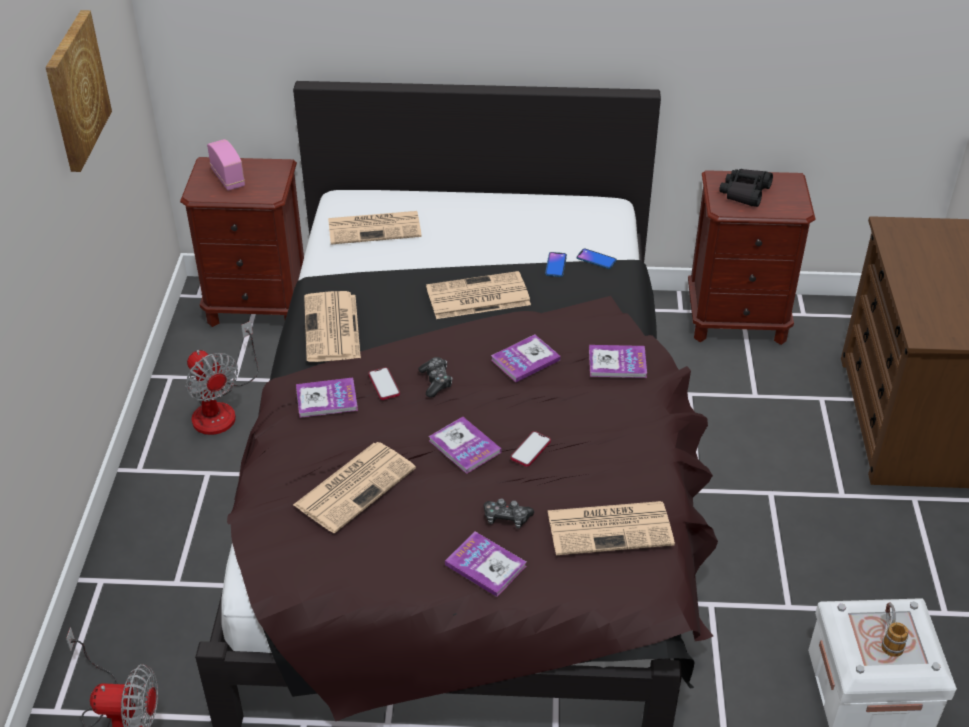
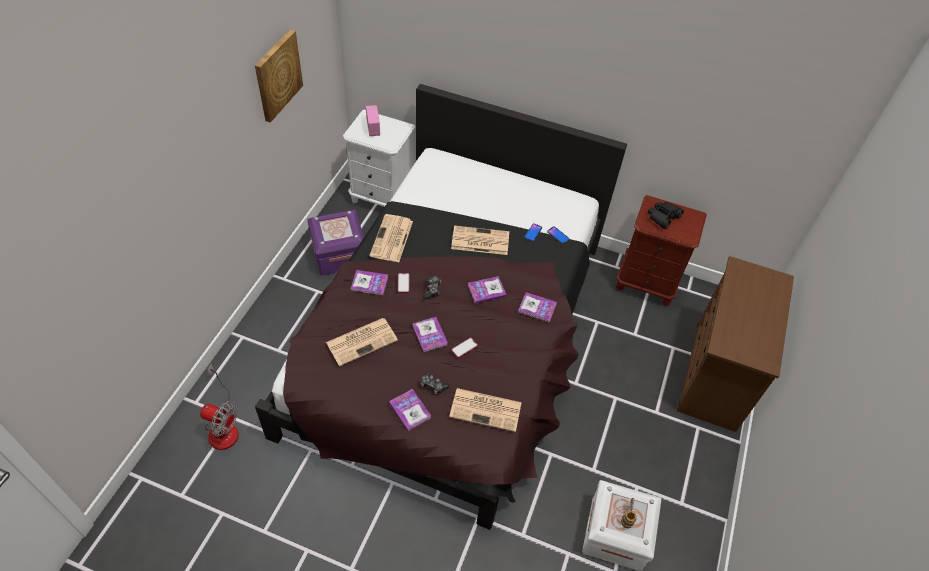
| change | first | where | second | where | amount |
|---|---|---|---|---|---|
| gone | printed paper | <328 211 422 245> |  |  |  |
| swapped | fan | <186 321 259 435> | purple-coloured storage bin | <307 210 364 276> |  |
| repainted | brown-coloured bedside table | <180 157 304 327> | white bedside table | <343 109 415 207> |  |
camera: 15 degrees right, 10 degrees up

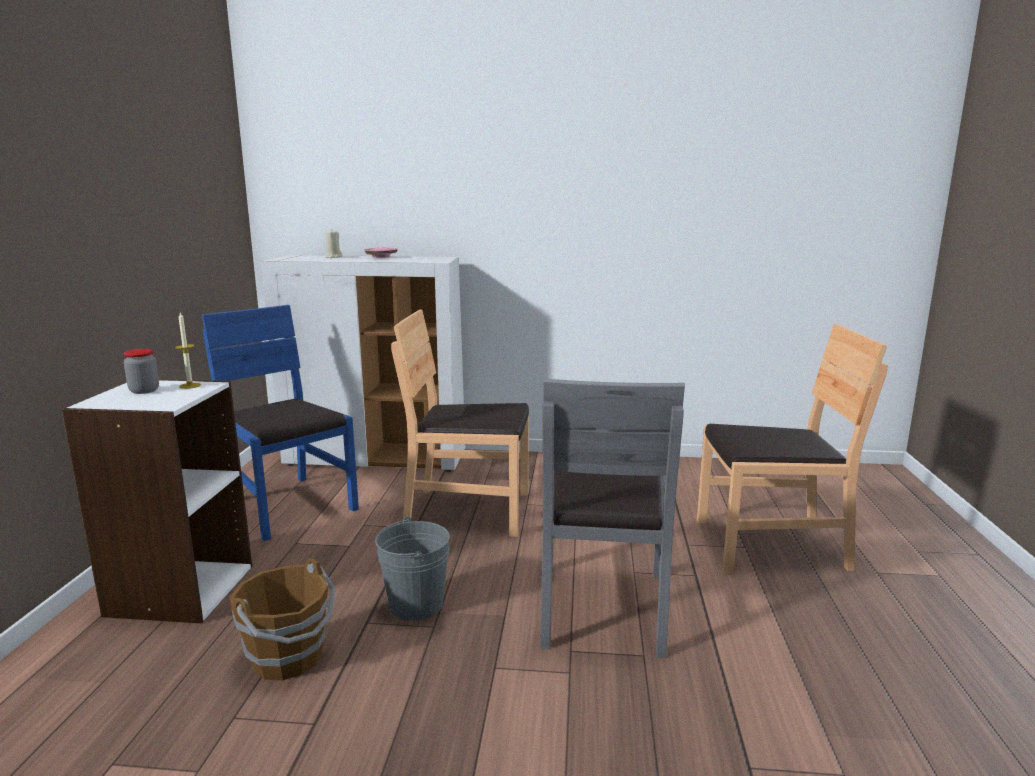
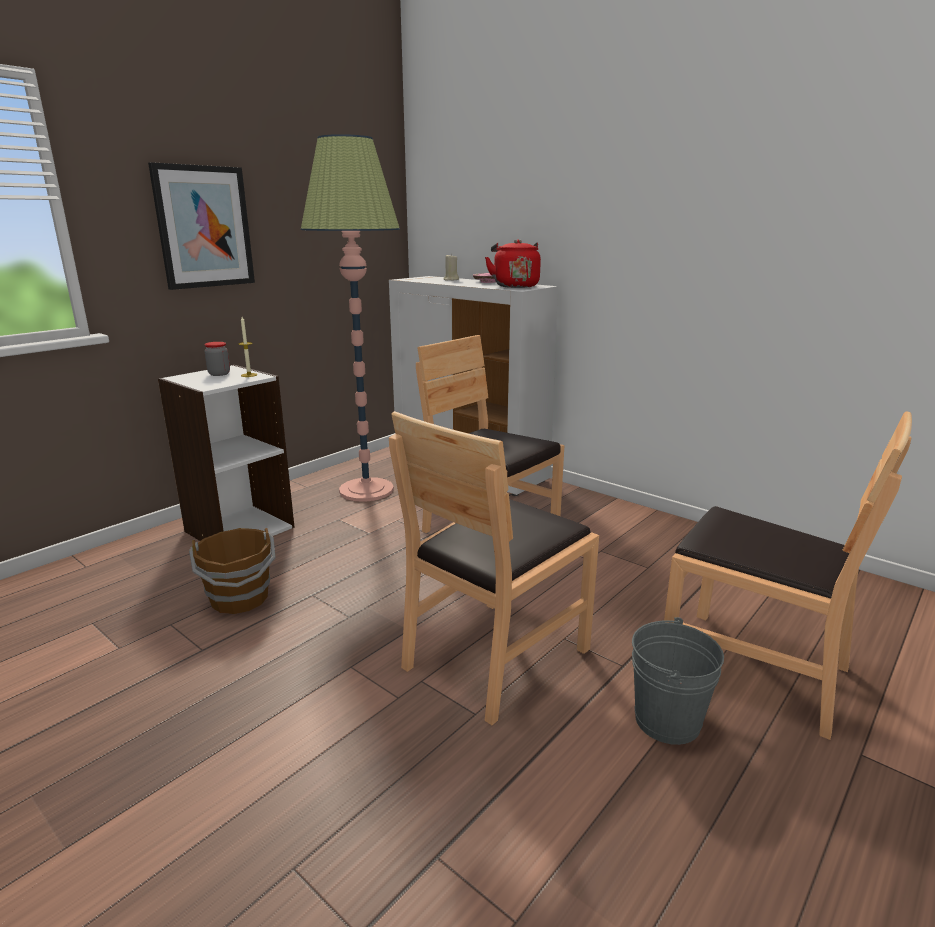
| change | first | where | second | where | amount |
|---|---|---|---|---|---|
| new |  |  | wall art | <148 162 255 290> |  |
| new |  |  | reddish water kettle | <485 239 541 288> |  |
| shifted | greyish bucket | <375 516 450 621> |  | <632 617 724 745> |  |
| swapped | bluish plain chair | <202 305 359 541> | standard lamp | <301 134 400 502> |  |
| repainted | greyish plain chair | <540 379 685 658> | brown-coloured plain chair | <389 411 599 725> |  |
camera: 35 degrees right, 5 degrees up

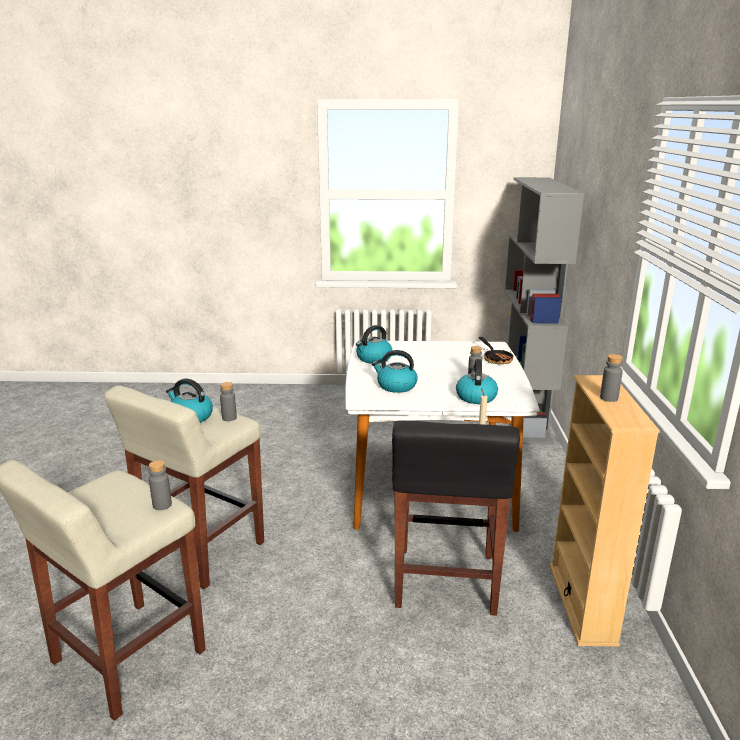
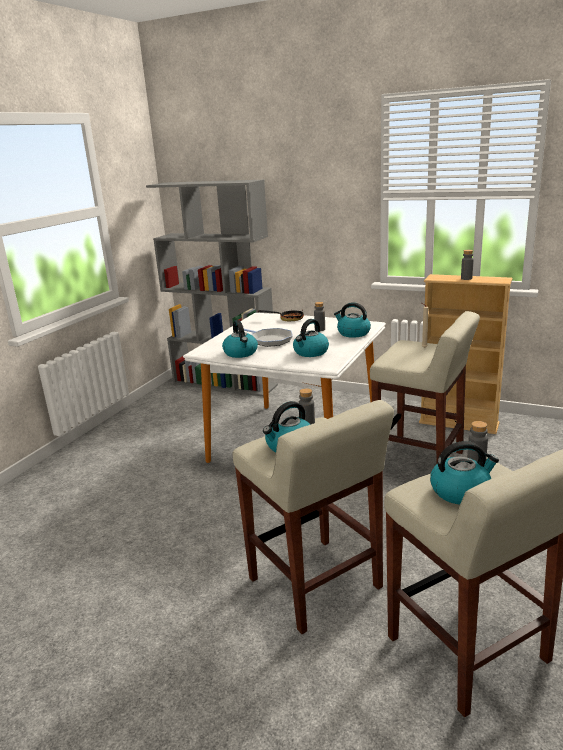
| change | first | where | second | where | amount |
|---|---|---|---|---|---|
| new |  |  | pan | <244 328 293 347> |  |
| new |  |  | water kettle | <430 441 499 505> |  |
| repainted | black-coloured sitting stool | <392 420 520 616> | beige-coloured sitting stool | <370 311 480 464> |  |
camera: 65 degrees left, 0 degrees up

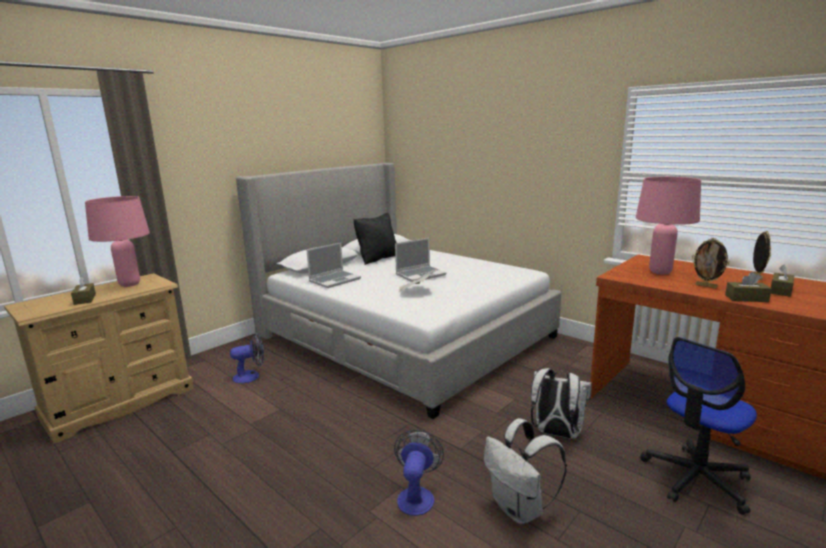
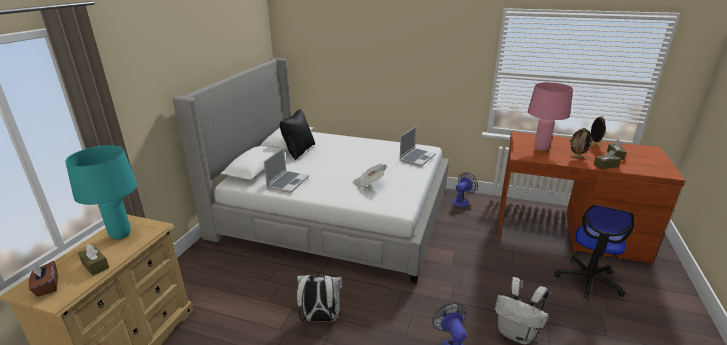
| change | first | where | second | where | amount |
|---|---|---|---|---|---|
| new |  |  | brown-coloured tissue box | <29 261 58 297> |  |
| shifted | fan | <230 333 264 383> |  | <452 172 478 207> |  |
| shifted | laptop | <395 238 447 282> |  | <399 127 436 167> |  |
| shifted | white rucksack | <531 368 592 439> |  | <297 273 343 322> |  |
| repainted | pinkish table lamp | <85 196 150 287> | blue-green table lamp | <65 145 137 239> |  |
camera: 25 degrees left, 10 degrees up

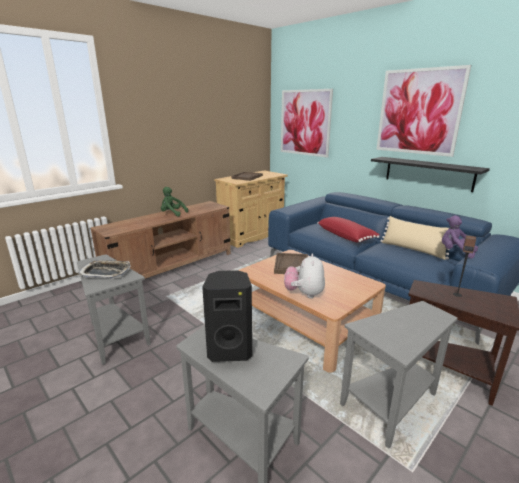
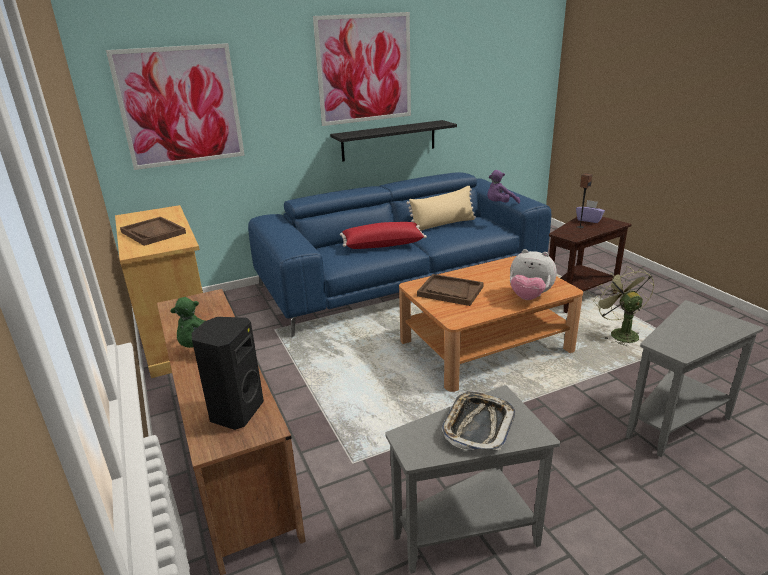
| change | first | where | second | where | amount |
|---|---|---|---|---|---|
| new |  |  | purple-coloured tissue box | <576 200 605 223> |  |
| shifted | black-coloured speaker | <202 270 252 362> |  | <192 317 264 430> |  |
| swapped | greyish side table | <340 301 457 449> | greenish fan | <593 266 655 346> |  |
camera: 70 degrees left, 5 degrees up

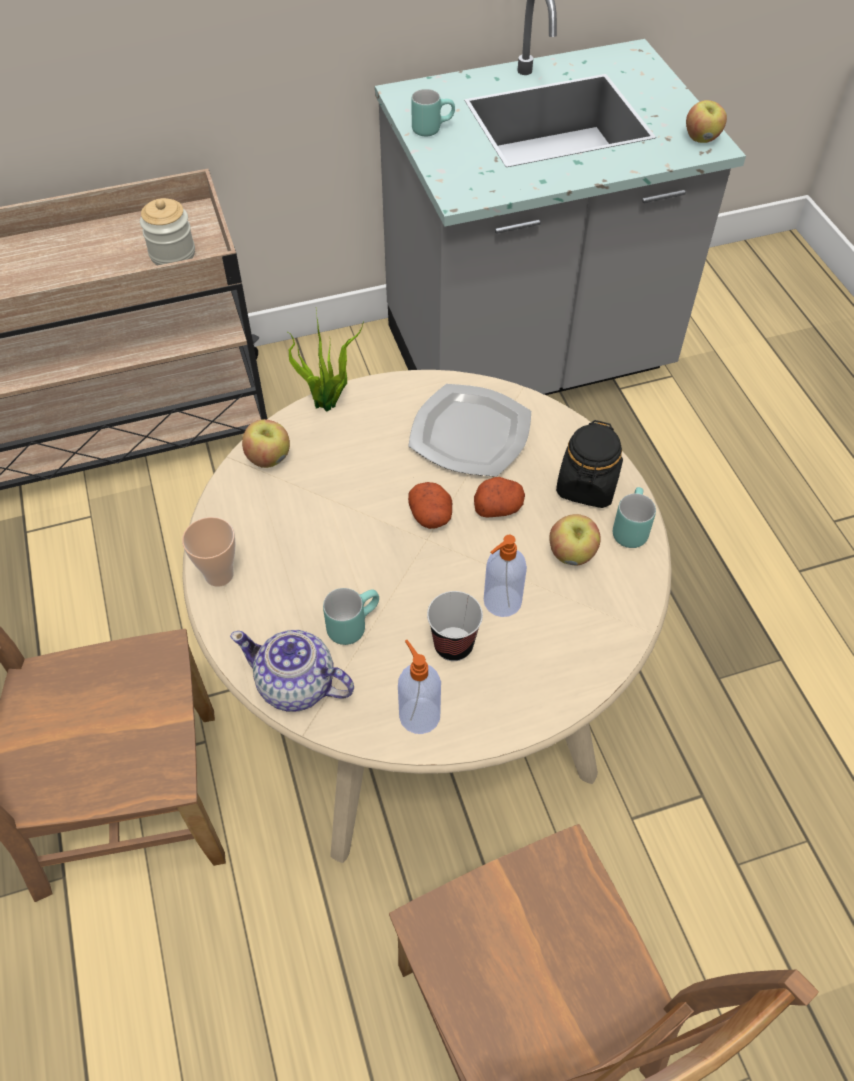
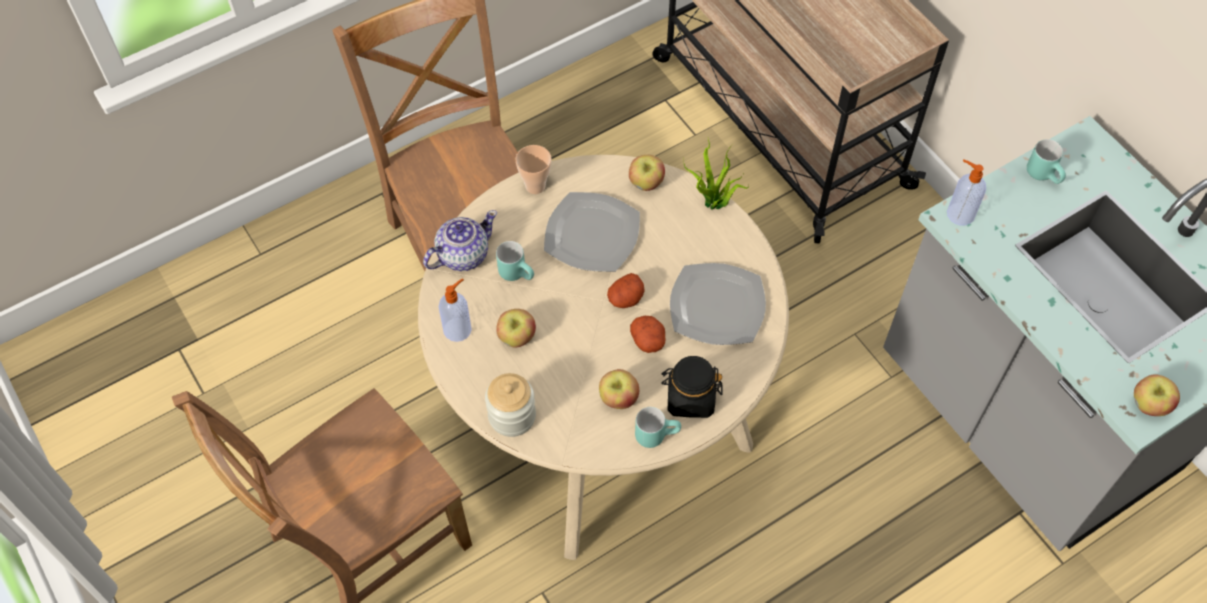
| change | first | where | second | where | amount |
|---|---|---|---|---|---|
| new |  |  | plate | <544 192 640 272> |  |
| shifted | storage jar | <140 198 195 265> |  | <485 373 536 437> |  |
| shifted | liquid soap bottle | <484 535 527 617> |  | <947 160 986 226> |  |
| swapped | cup | <427 591 483 661> | whole apple | <496 309 536 348> |  |
| rotated | tea pot | <230 630 354 712> |  | <423 210 497 271> | 45 degrees clockwise |
camera: 75 degrees right, 5 degrees up

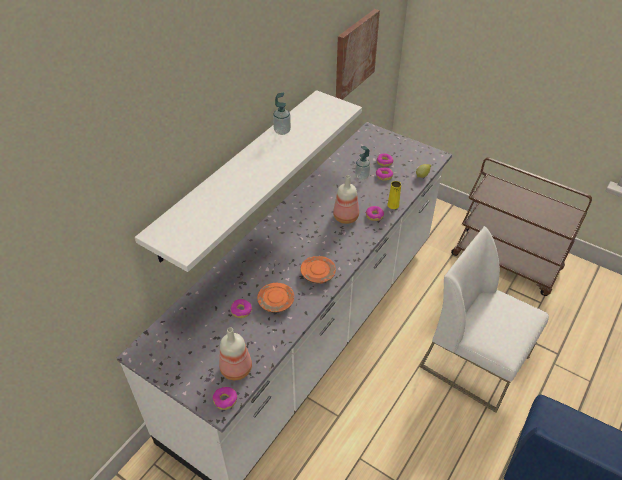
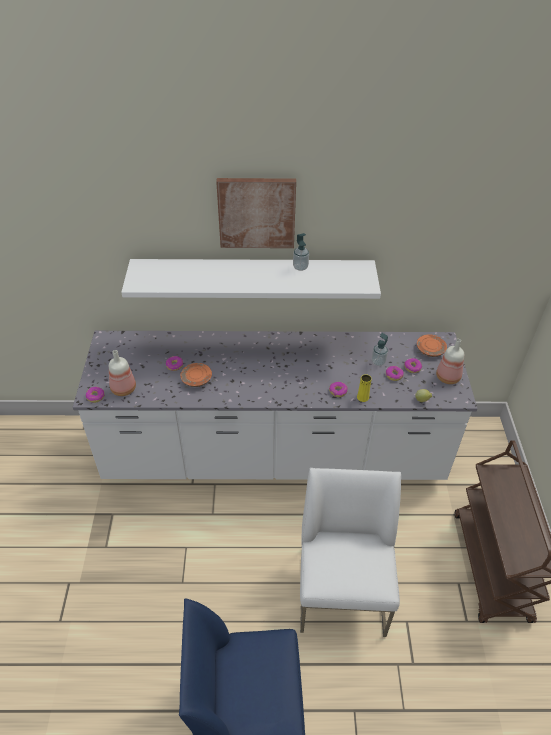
| change | first | where | second | where | amount |
|---|---|---|---|---|---|
| shifted | orange-coloured plate | <301 256 336 284> |  | <417 335 447 357> |  |
| shifted | beverage bottle | <333 175 359 224> |  | <436 339 464 384> |  |
| shifted | wall art | <336 9 380 100> |  | <216 178 296 248> |  |
camera: 55 degrees right, 0 degrees up

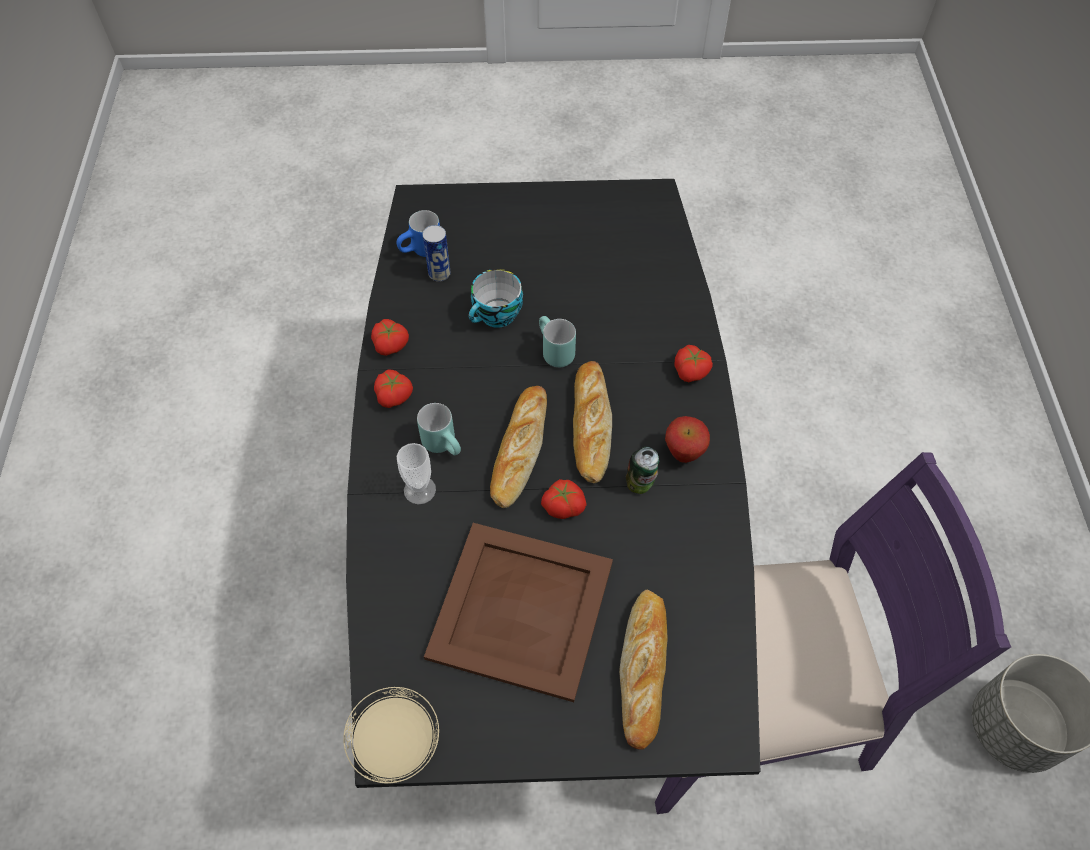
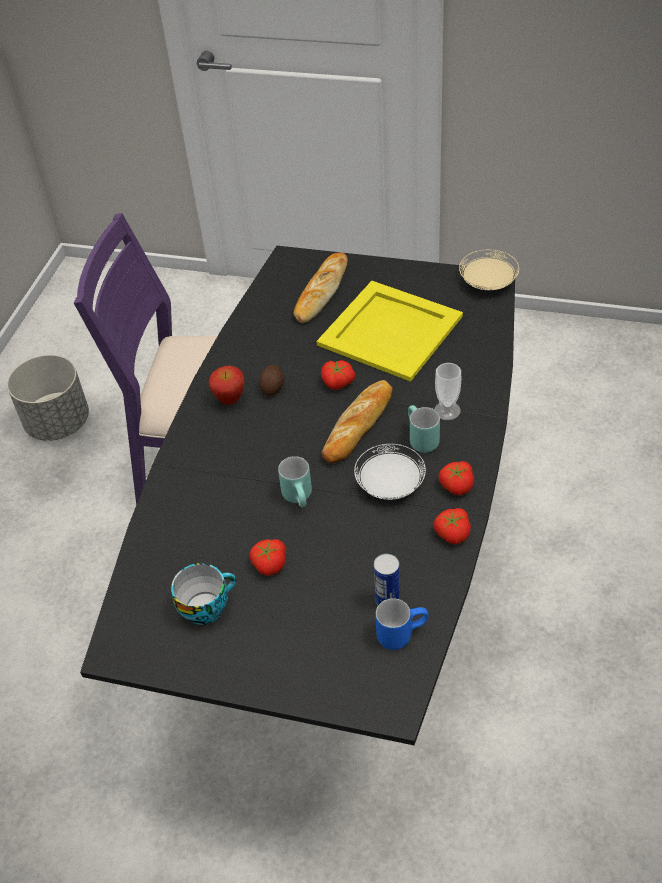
| change | first | where | second | where | amount |
|---|---|---|---|---|---|
| gone | bakery bread | <573 361 612 483> |  |  |  |
| new |  |  | white plate | <354 444 426 500> |  |
| shifted | cup | <469 269 523 328> |  | <171 563 236 625> |  |
| shifted | whole tomato | <675 345 713 382> |  | <249 539 286 576> |  |
| swapped | can | <626 447 659 494> | whole potato | <259 365 284 396> |  |
| repainted | brown-coloured tray | <424 523 613 702> | yellowish tray | <316 281 463 382> |  |
camera: 160 degrees left, 10 degrees down

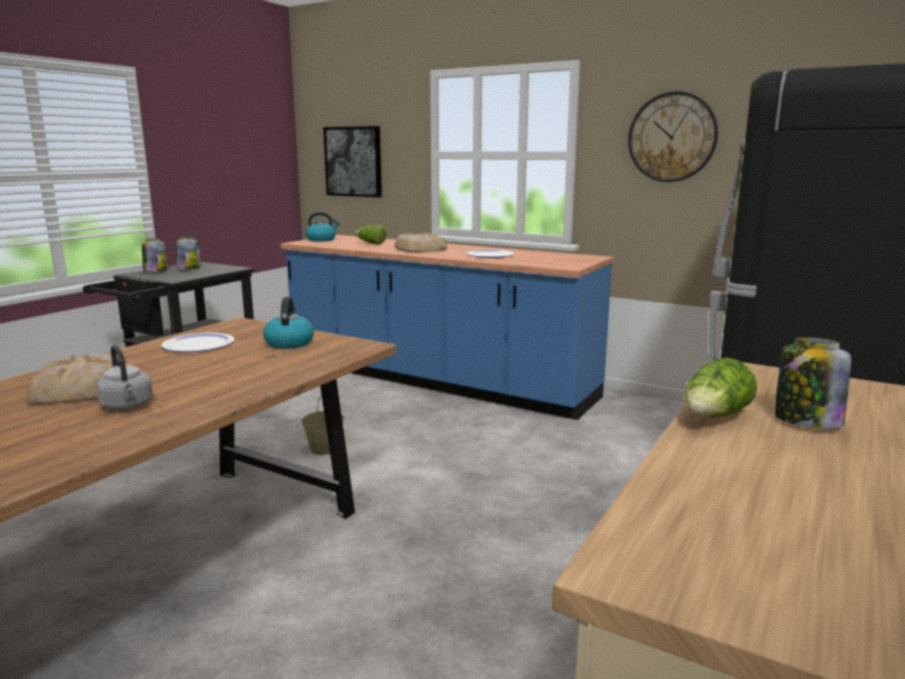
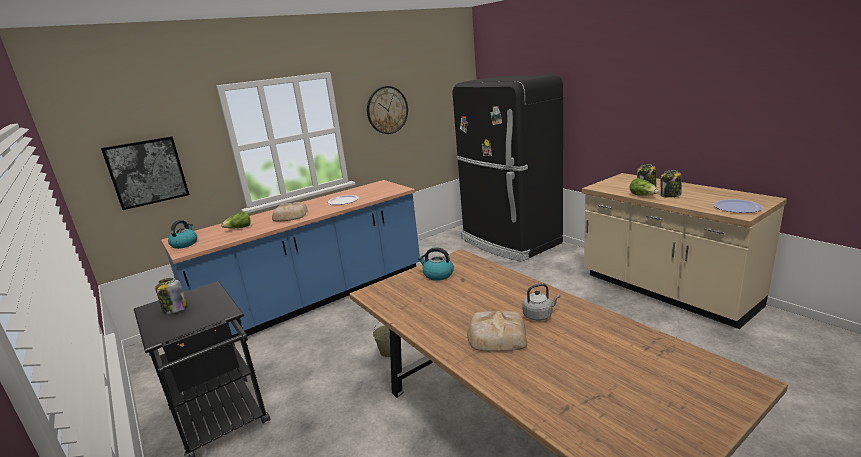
| change | first | where | second | where | amount |
|---|---|---|---|---|---|
| shifted | storage jar | <142 238 167 272> |  | <661 170 682 198> |  |
| shifted | plate | <161 333 235 352> |  | <714 199 763 213> |  |
camera: 65 degrees left, 5 degrees up

